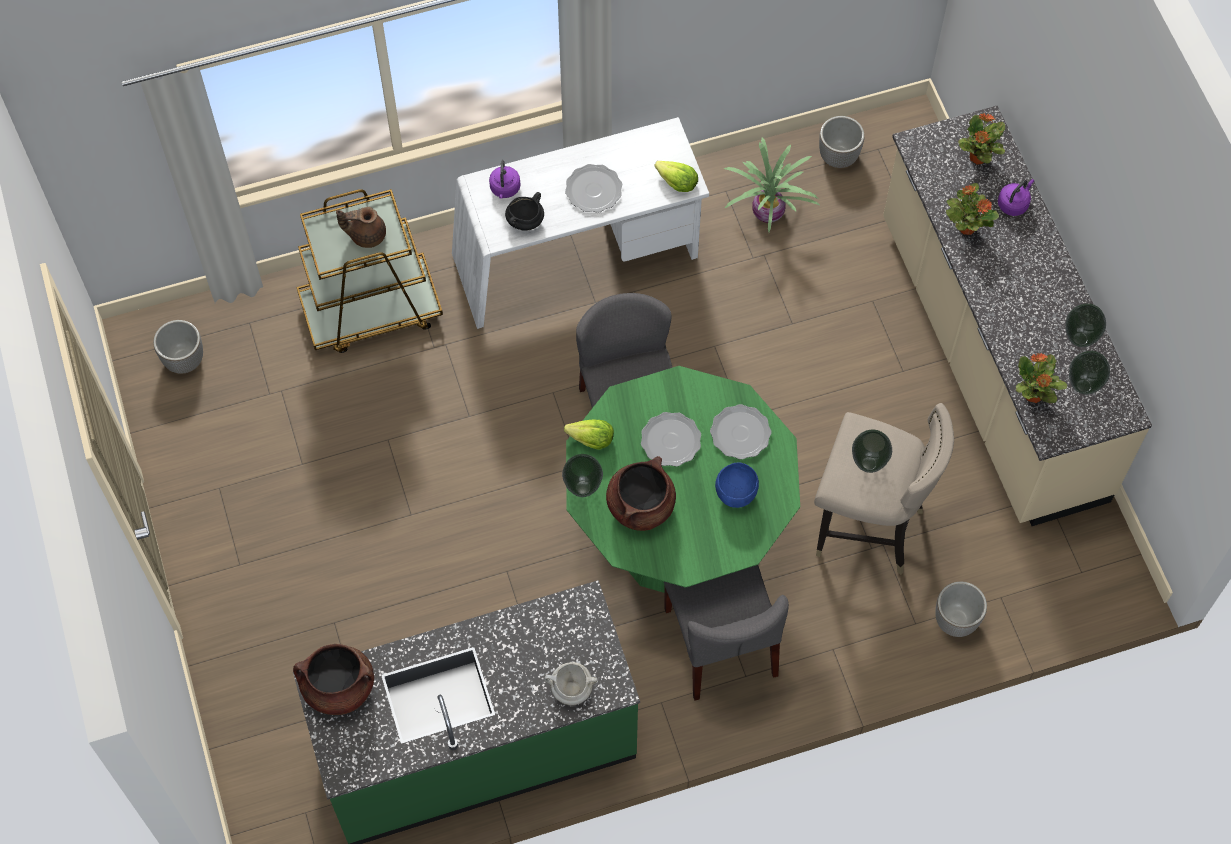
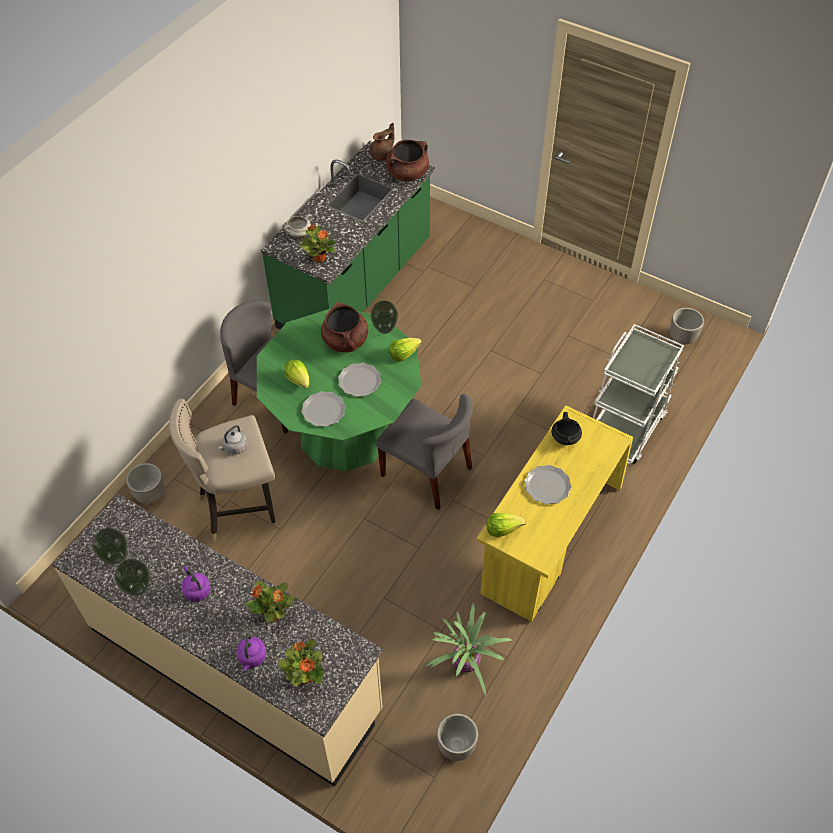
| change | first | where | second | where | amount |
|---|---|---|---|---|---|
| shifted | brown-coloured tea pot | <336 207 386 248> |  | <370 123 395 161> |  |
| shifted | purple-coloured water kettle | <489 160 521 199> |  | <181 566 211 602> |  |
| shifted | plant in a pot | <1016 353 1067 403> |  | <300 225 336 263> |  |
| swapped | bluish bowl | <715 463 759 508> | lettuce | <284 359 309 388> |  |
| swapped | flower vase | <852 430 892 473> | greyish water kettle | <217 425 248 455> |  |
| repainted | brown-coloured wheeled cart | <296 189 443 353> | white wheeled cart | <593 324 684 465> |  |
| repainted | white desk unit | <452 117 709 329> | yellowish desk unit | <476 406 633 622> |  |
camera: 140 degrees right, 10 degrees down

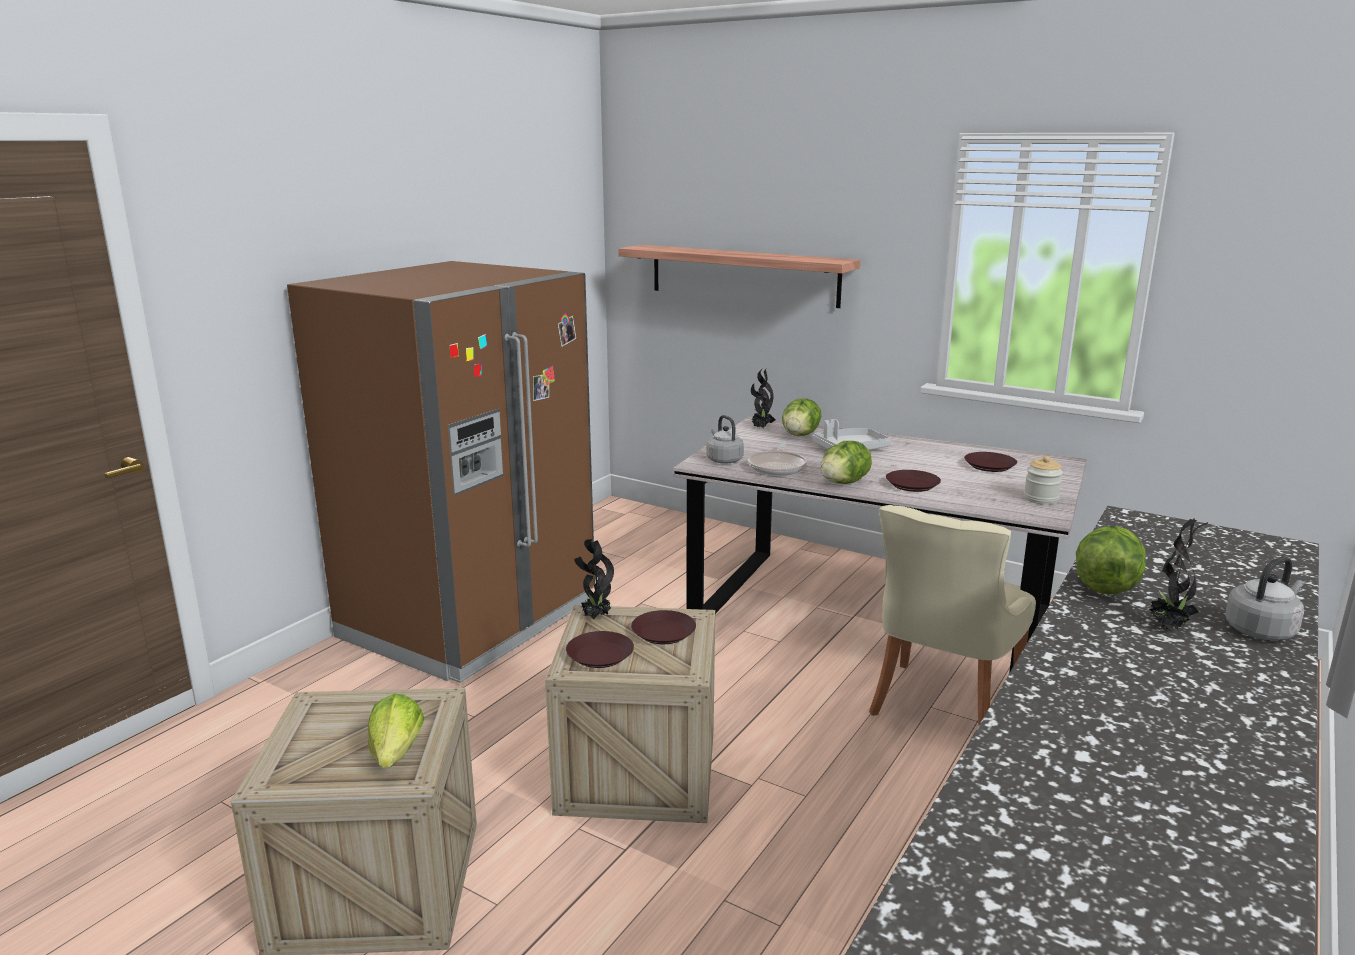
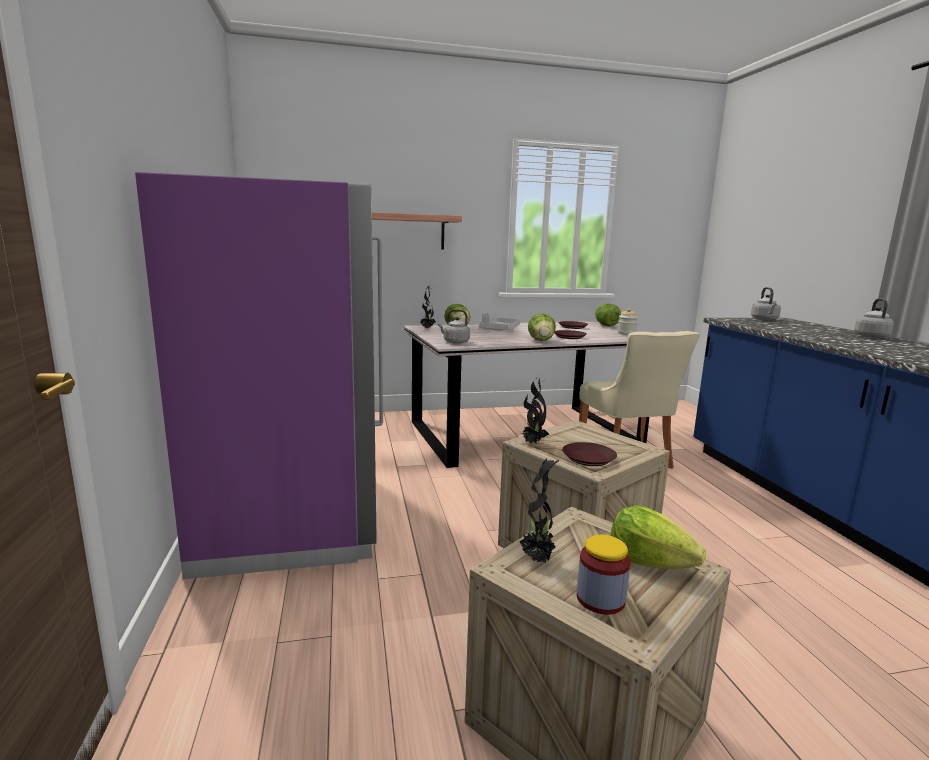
| change | first | where | second | where | amount |
|---|---|---|---|---|---|
| gone | brown-coloured plate | <631 610 696 644> |  |  |  |
| gone | pan | <748 441 807 476> |  |  |  |
| new |  |  | storage jar | <577 535 630 615> |  |
| new |  |  | greyish water kettle | <751 287 781 320> |  |
| shifted | lettuce | <1076 526 1146 594> |  | <595 303 621 326> |  |
| shifted | plant in a pot | <1149 518 1208 630> |  | <520 459 559 564> |  |
| repainted | brown-coloured kitchen fridge | <287 261 595 683> | purple-coloured kitchen fridge | <135 172 383 579> |  |
camera: 45 degrees left, 5 degrees down

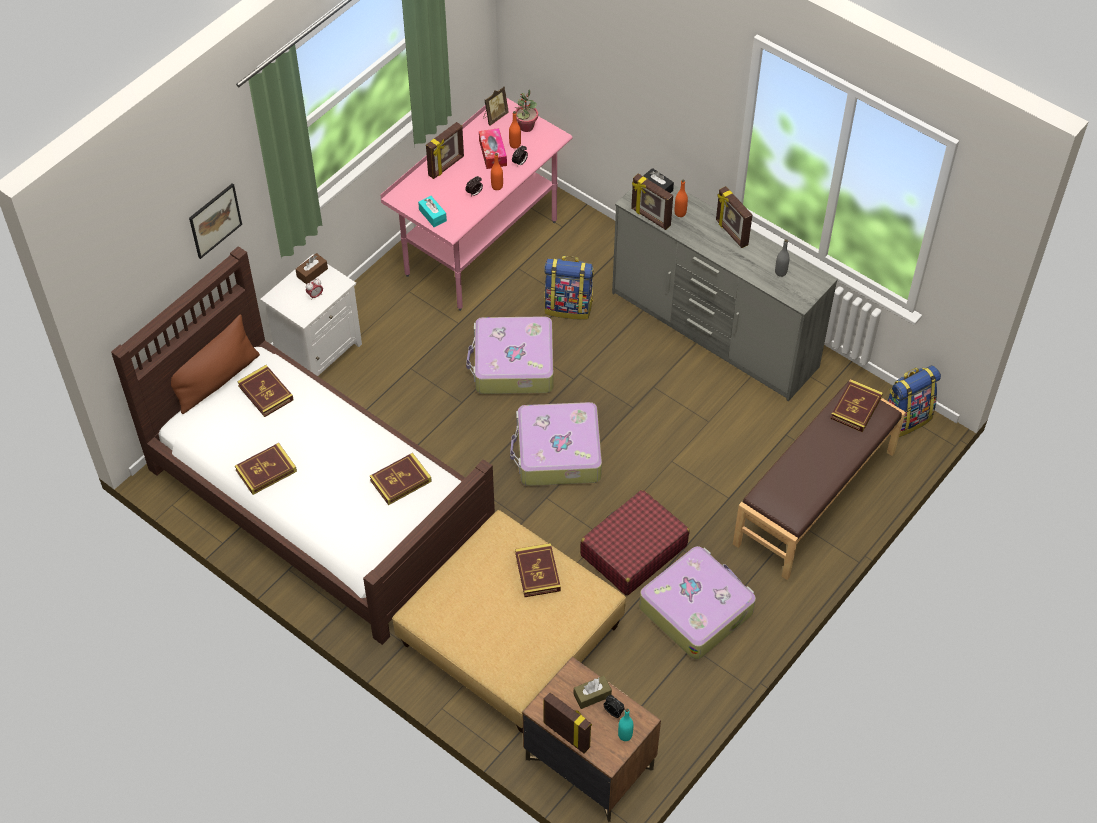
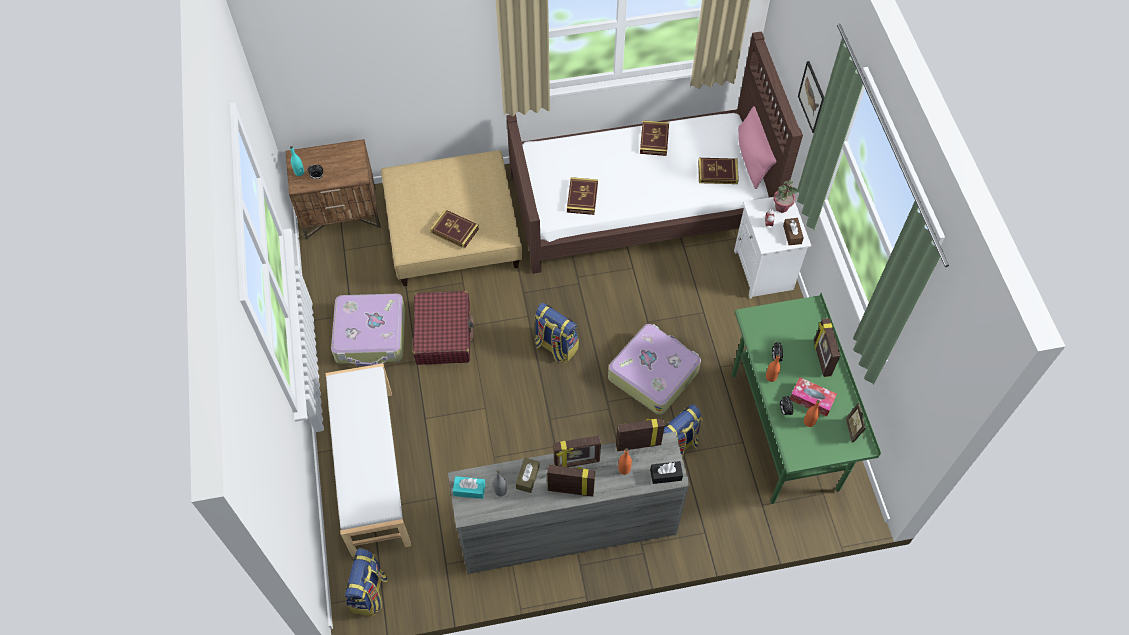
| change | first | where | second | where | amount |
|---|---|---|---|---|---|
| gone | bound book | <830 379 883 432> |  |  |  |
| shifted | blue-green tissue box | <418 196 447 227> |  | <453 476 485 499> |  |
| shifted | plant in a pot | <515 89 538 132> |  | <773 180 797 213> |  |
| shifted | picture frame | <543 692 592 753> |  | <553 436 601 467> |  |
| shifted | brown-coloured tissue box | <574 676 612 709> |  | <516 458 540 493> |  |
| swapped | travel case | <510 402 602 486> | rucksack | <534 303 579 363> |  |
| repainted | brown-coloured cushion | <171 314 260 414> | pinkish cushion | <738 106 776 189> |  |
| repainted | pinkish desk unit | <380 98 572 311> | greenish desk unit | <731 292 881 504> |  |
| repainted | brown-coloured long seat | <733 379 906 580> | white long seat | <325 363 411 557> |  |
camera: 130 degrees right, 5 degrees up

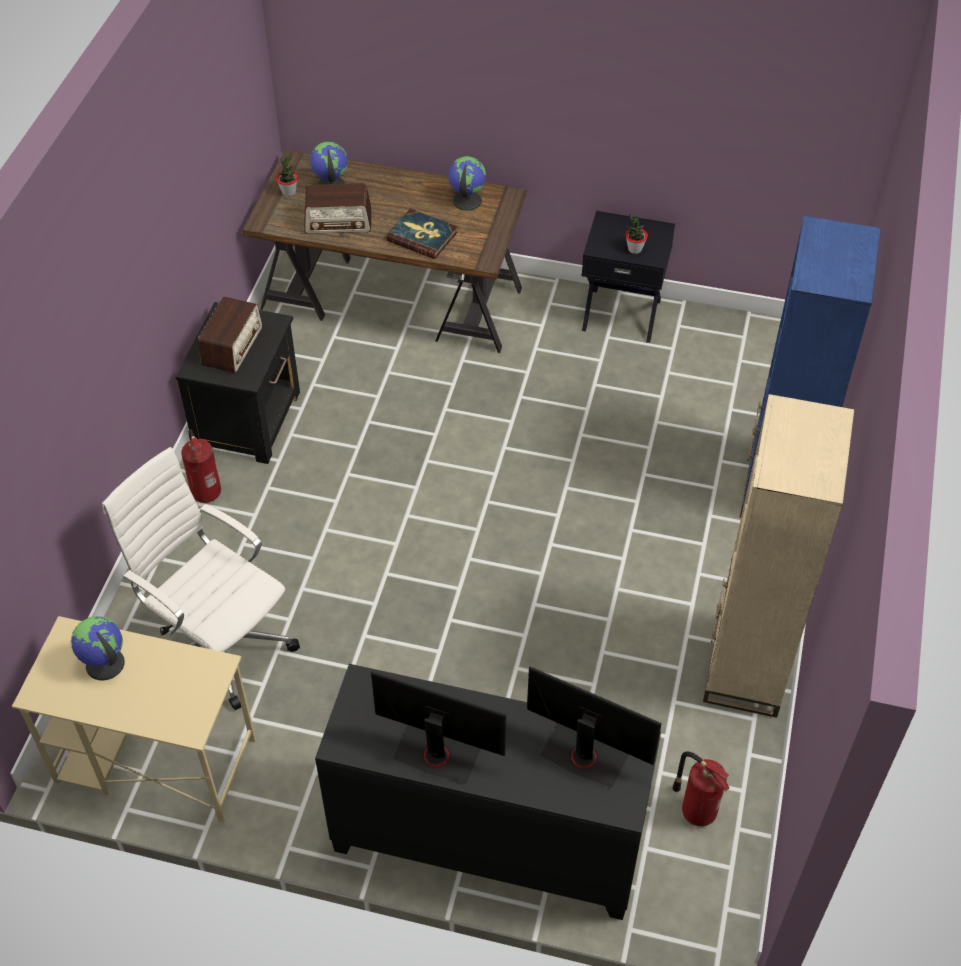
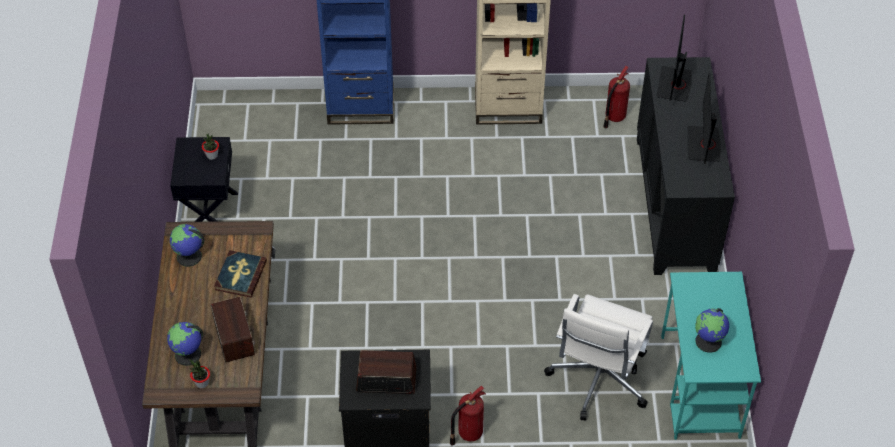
| change | first | where | second | where | amount |
|---|---|---|---|---|---|
| repainted | beige-coloured desk unit | <12 616 256 823> | blue-green desk unit | <661 272 761 440> |  |
camera: 105 degrees left, 0 degrees up

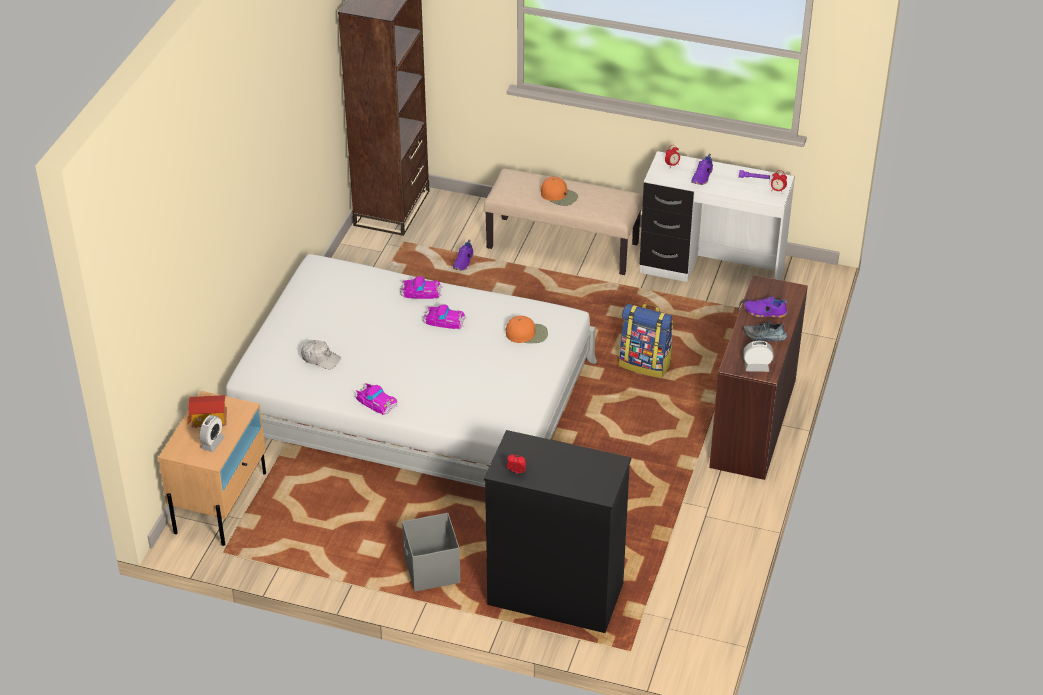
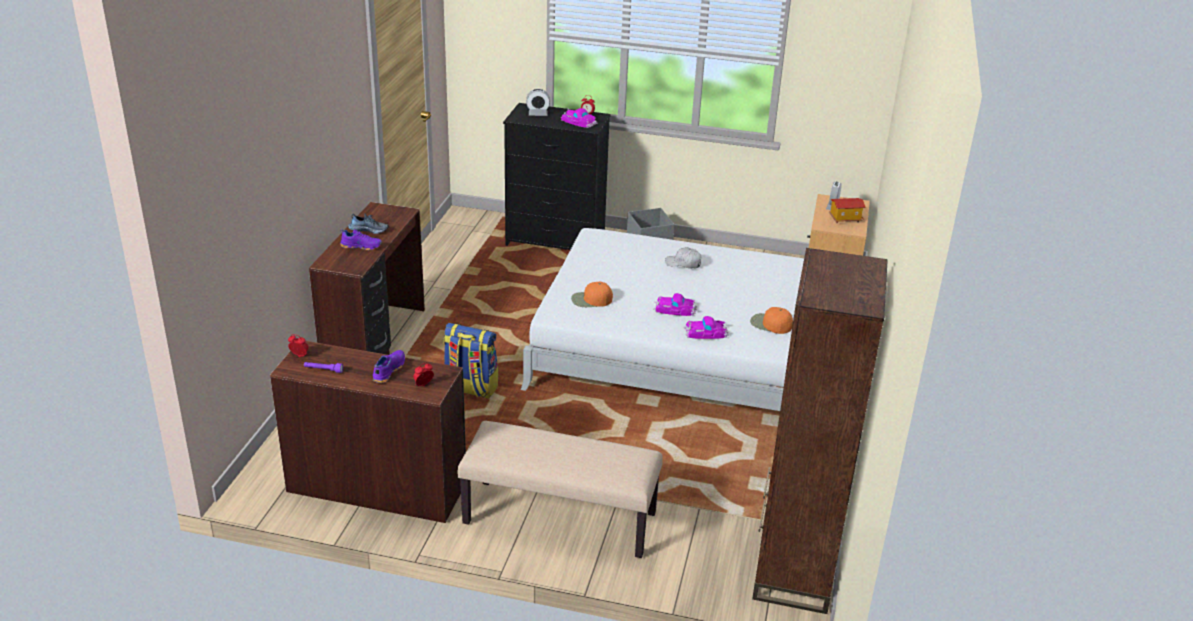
| change | first | where | second | where | amount |
|---|---|---|---|---|---|
| gone | purple-coloured shoe | <453 240 474 271> |  |  |  |
| shifted | white baseball cap | <301 340 341 369> |  | <665 247 702 269> |  |
| shifted | toy car | <354 383 397 415> |  | <561 108 597 128> |  |
| shifted | orange-coloured baseball cap | <541 177 578 206> |  | <750 307 793 334> |  |
| shifted | table clock | <743 341 774 372> |  | <526 89 550 116> |  |
| repainted | white desk unit | <639 151 795 282> | brown-coloured desk unit | <270 341 466 523> |  |
camera: 175 degrees right, 10 degrees down

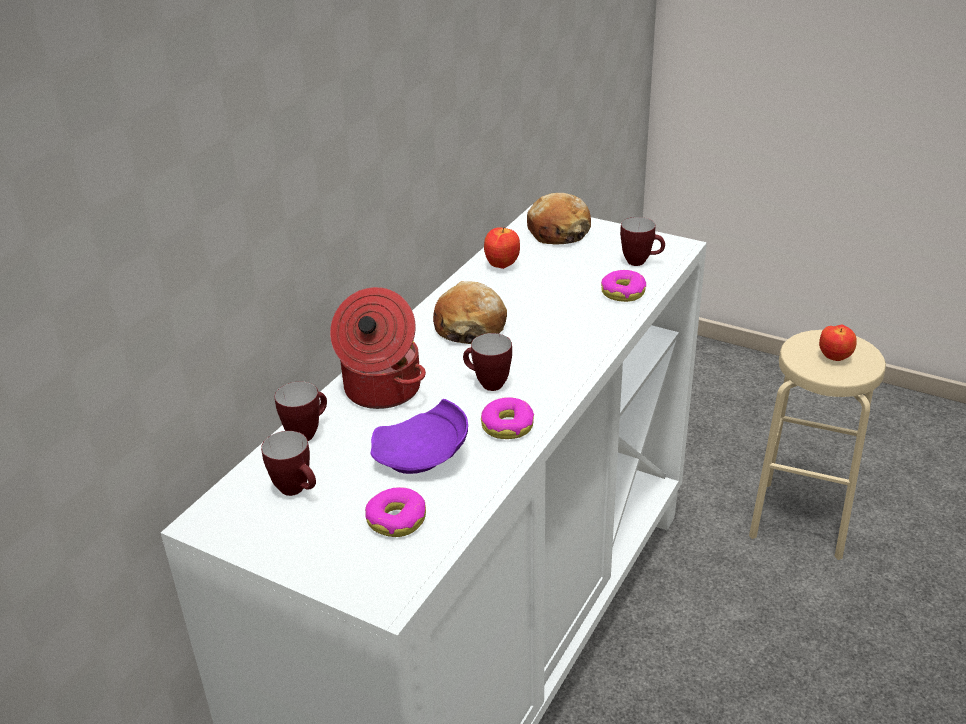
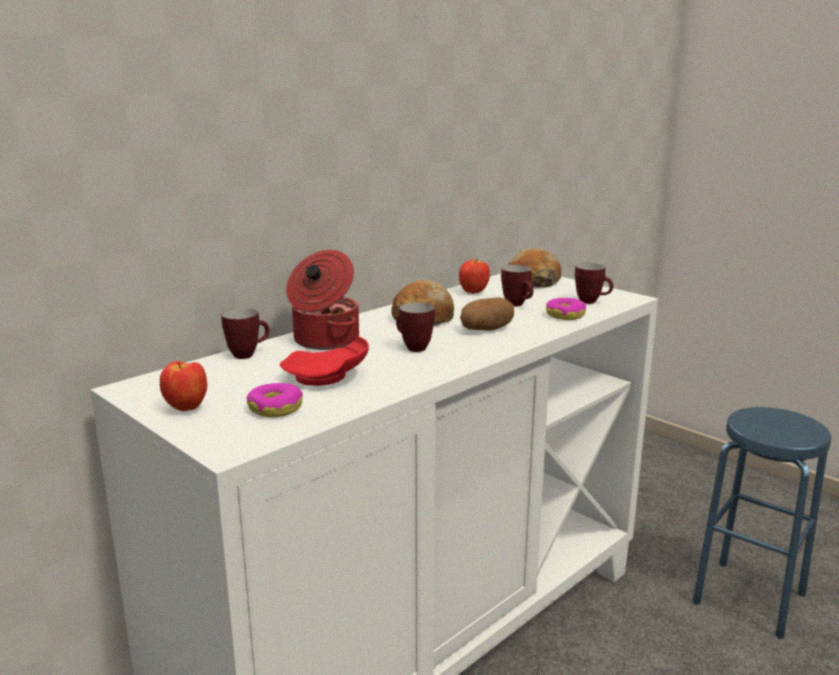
| change | first | where | second | where | amount |
|---|---|---|---|---|---|
| gone | donut | <481 397 534 439> |  |  |  |
| new |  |  | whole potato | <460 297 514 331> |  |
| shifted | tea mug | <261 431 316 496> |  | <501 265 533 306> |  |
| shifted | whole apple | <819 324 857 361> |  | <160 361 207 411> |  |
| repainted | purple-coloured plate | <371 399 468 474> | reddish plate | <280 336 369 386> |  |
| repainted | beige-coloured sitting stool | <749 330 886 560> | bluish sitting stool | <693 407 831 639> |  |
camera: 15 degrees right, 15 degrees down

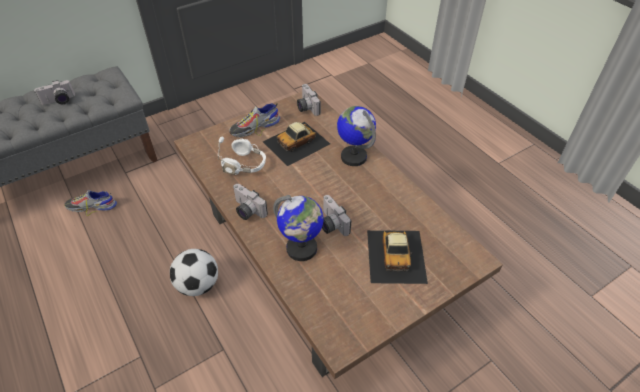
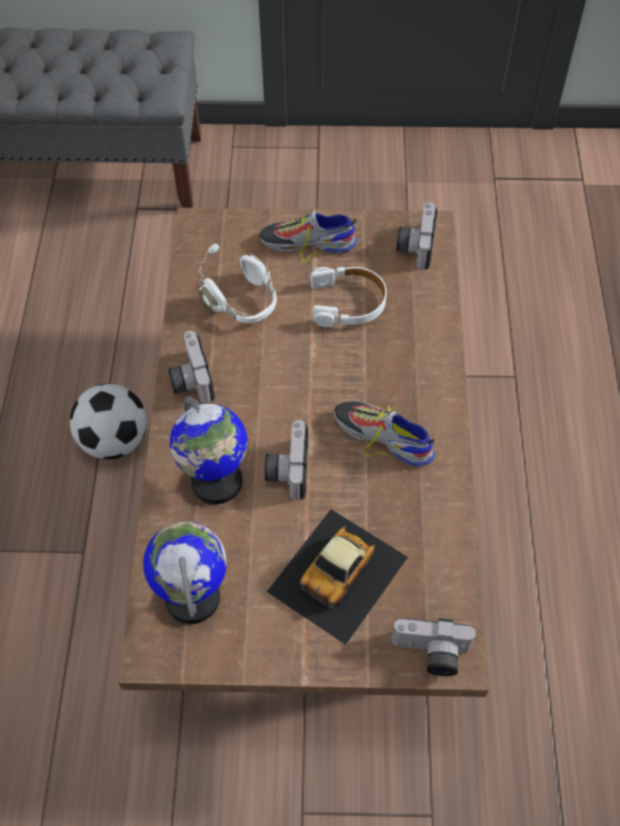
| change | first | where | second | where | amount |
|---|---|---|---|---|---|
| shifted | still camera | <34 80 75 105> |  | <392 618 477 676> |  |
| shifted | shoe | <64 190 117 216> |  | <334 401 435 467> |  |
| shifted | globe | <337 106 376 166> |  | <143 521 227 624> |  |
| swapped | toy car | <263 122 330 166> | white headset | <311 267 387 327> |  |
camera: 35 degrees right, 10 degrees up

